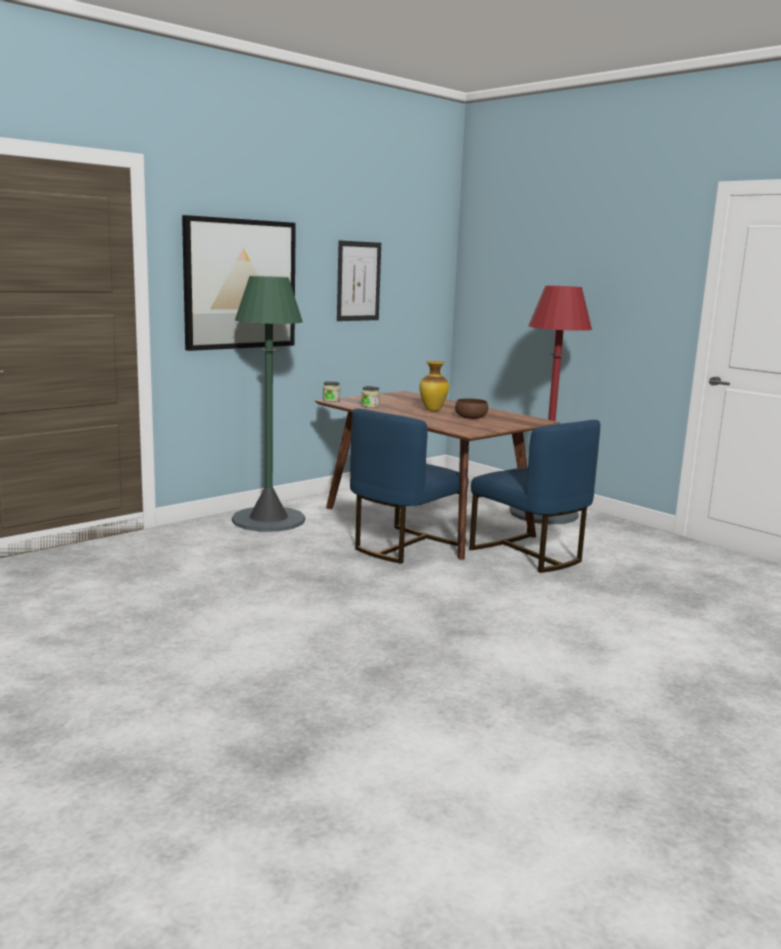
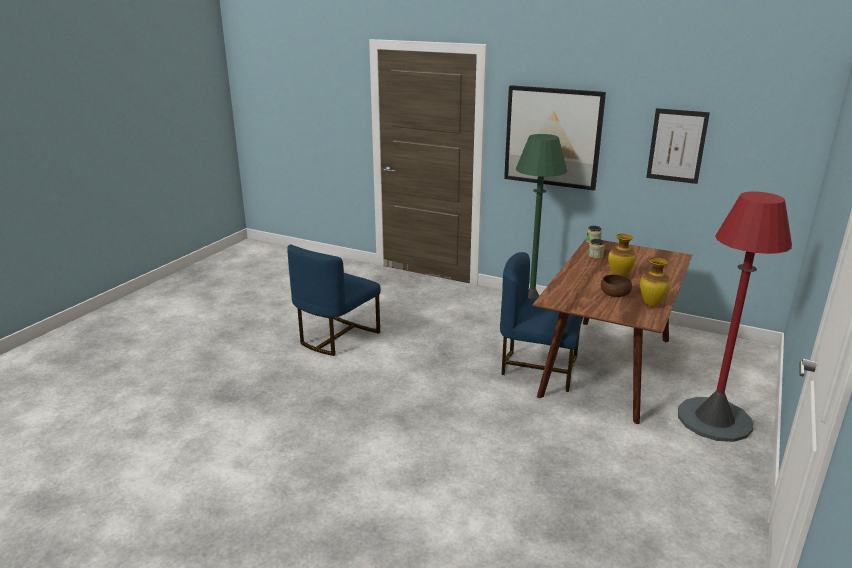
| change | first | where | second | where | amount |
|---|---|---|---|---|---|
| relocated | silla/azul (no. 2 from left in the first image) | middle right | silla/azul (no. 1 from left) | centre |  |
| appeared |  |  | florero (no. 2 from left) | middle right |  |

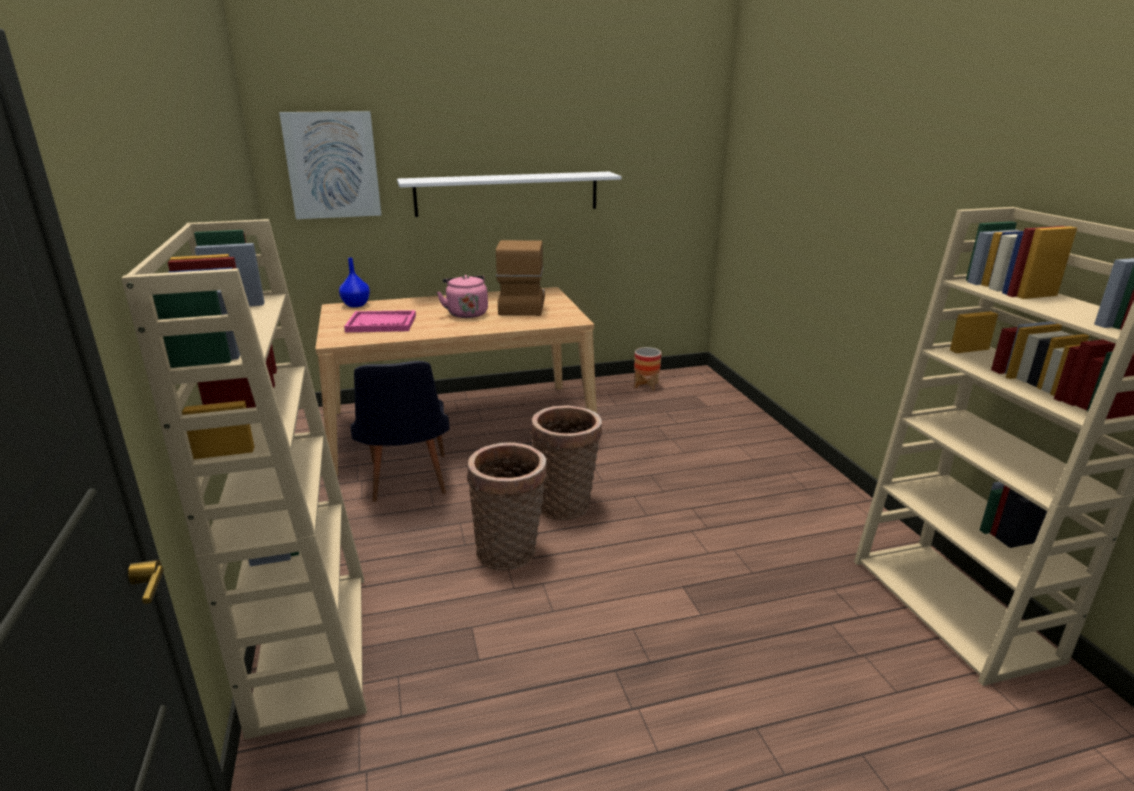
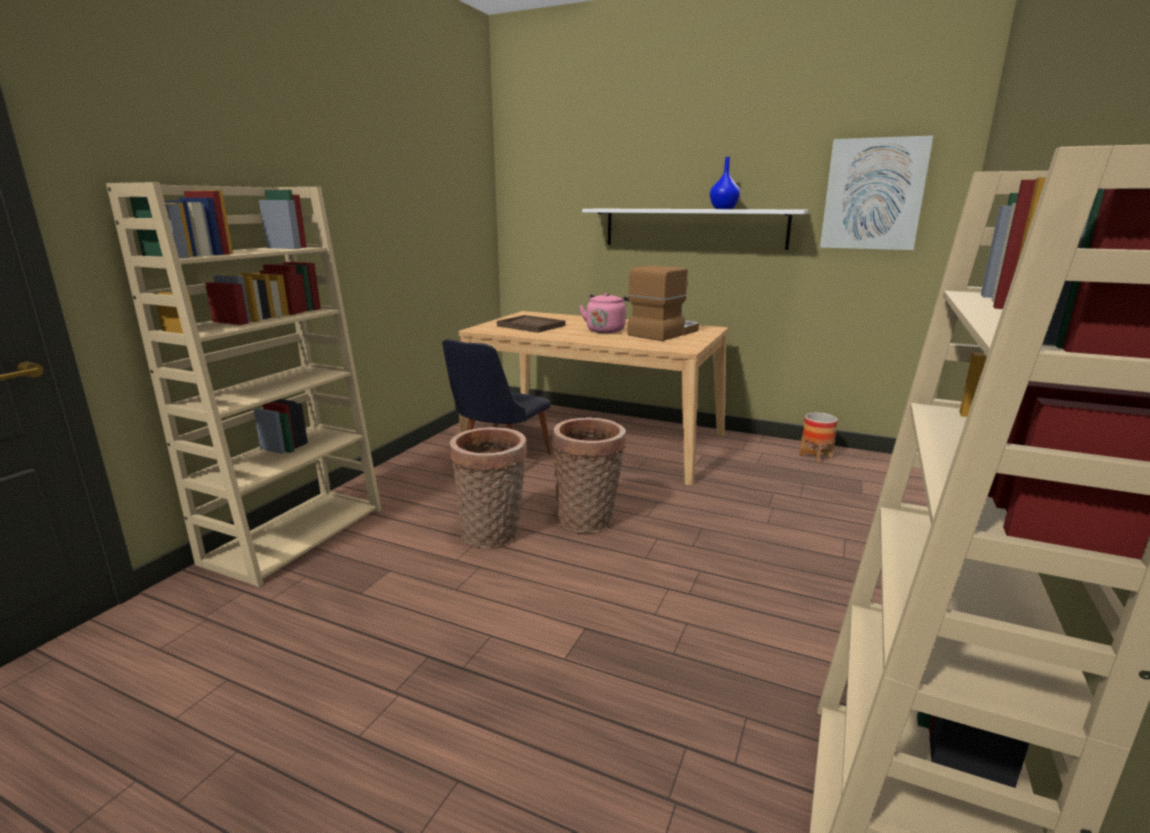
| change | first | where | second | where | amount |
|---|---|---|---|---|---|
| relocated | cuadro | top left |  | top right |  |
| relocated | florero/azul | middle left |  | top centre |  |
| colour | bandeja/rosa | centre | bandeja/marrón | centre |  |

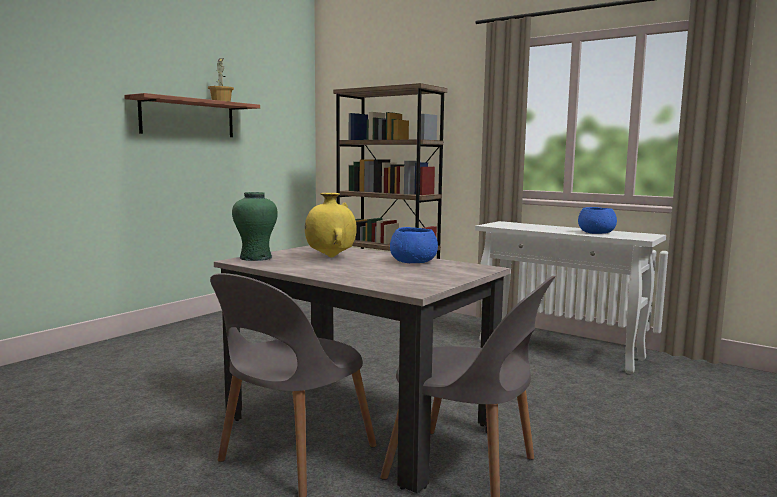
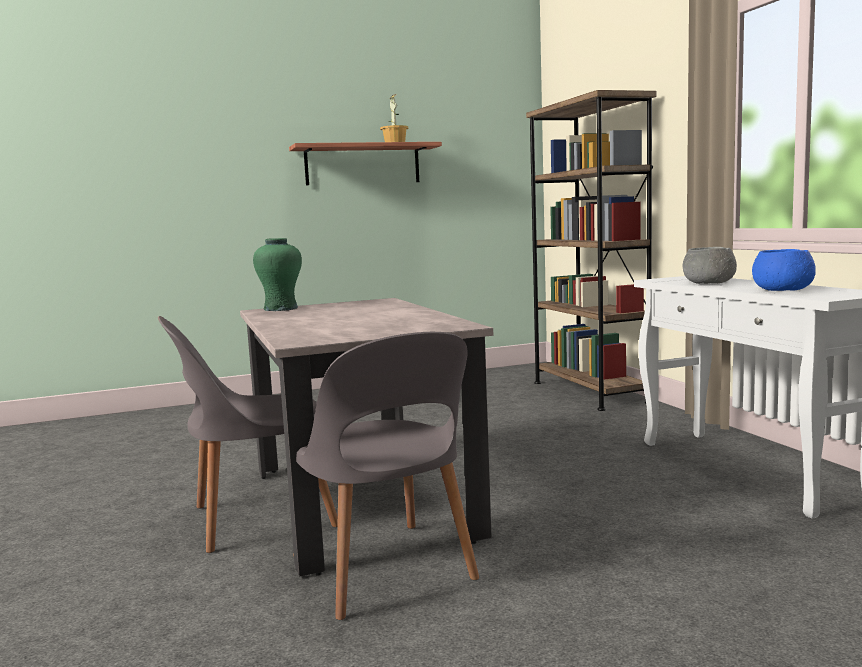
| change | first | where | second | where | amount |
|---|---|---|---|---|---|
| missing | florero/amarillo | centre |  |  |  |
| missing | cuenco/azul (no. 1 from left) | centre |  |  |  |
| appeared |  |  | cuenco/gris | middle right |  |

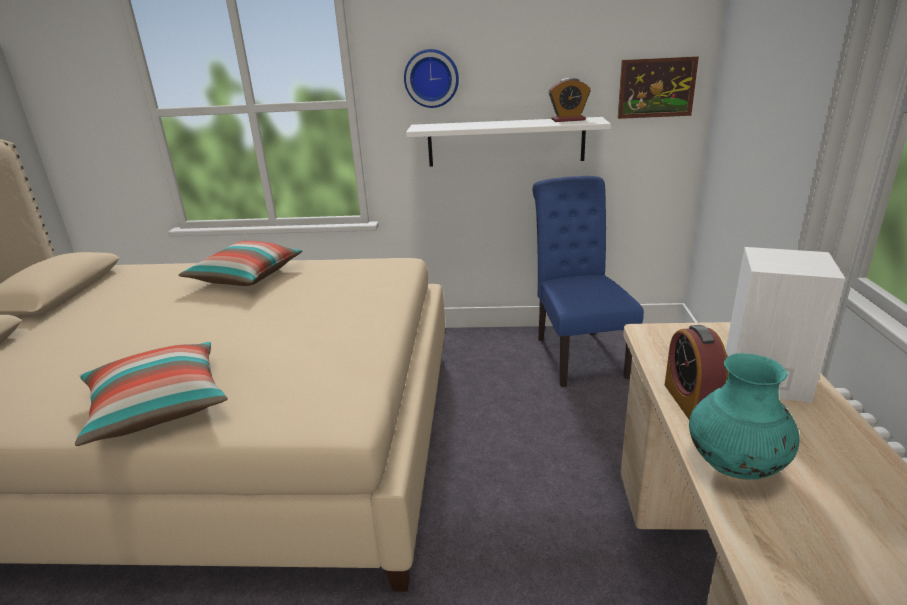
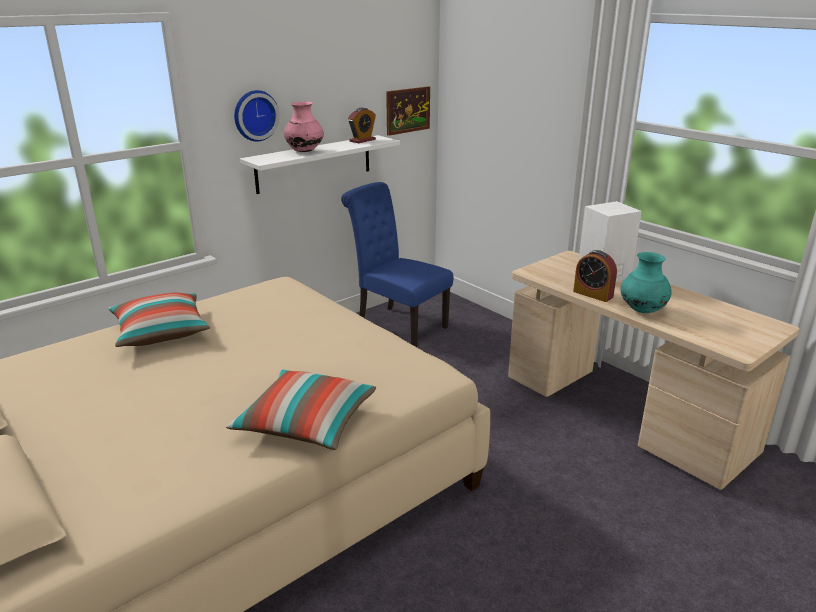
| change | first | where | second | where | amount |
|---|---|---|---|---|---|
| appeared |  |  | florero/rosa | top centre |  |

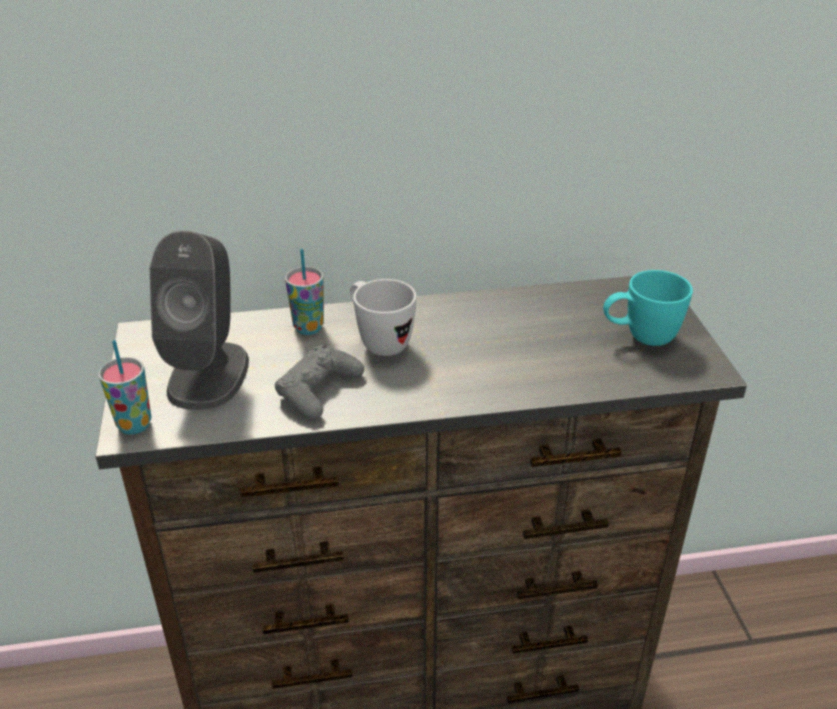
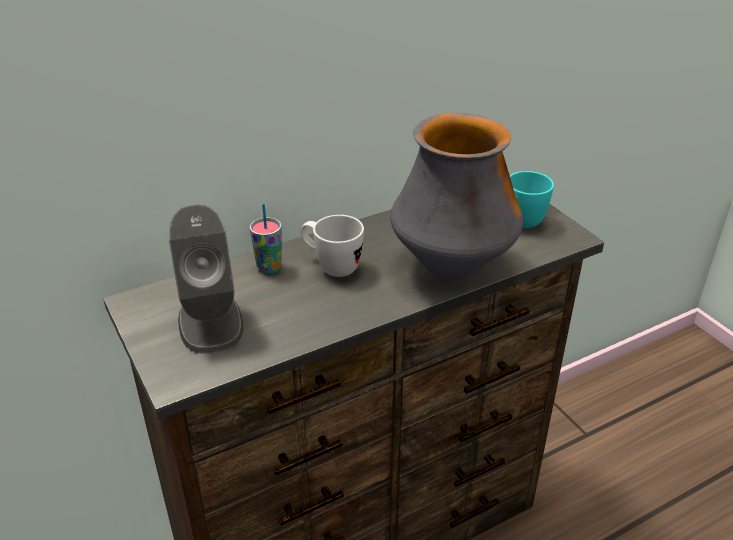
| change | first | where | second | where | amount |
|---|---|---|---|---|---|
| missing | taza (no. 1 from left) | middle left |  |  |  |
| missing | mando de consola/gris | centre |  |  |  |
| appeared |  |  | florero | centre |  |

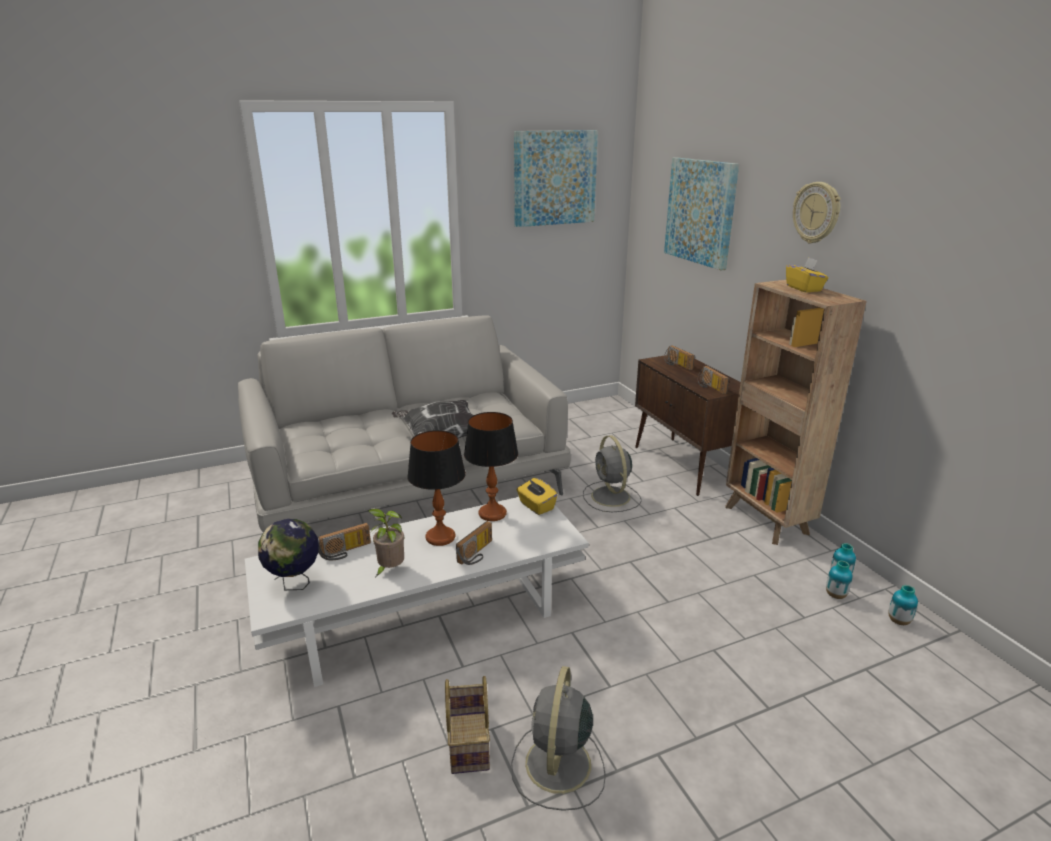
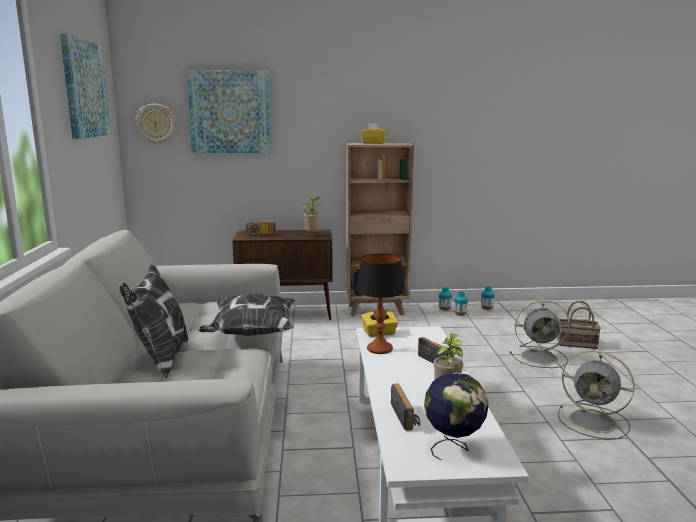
| change | first | where | second | where | amount |
|---|---|---|---|---|---|
| relocated | reloj de pared | top right |  | top left |  |
| exchanged | radio (no. 4 from left) | middle right | planta en maceta (no. 1 from left) | centre |  |
| missing | lámpara de mesa (no. 1 from left) | centre |  |  |  |
| relocated | ventilador/gris (no. 2 from left in the first image) | centre | ventilador/gris (no. 1 from left) | middle right |  |
| relocated | cesta | bottom centre |  | middle right |  |
| appeared |  |  | cojín (no. 1 from left) | middle left |  |

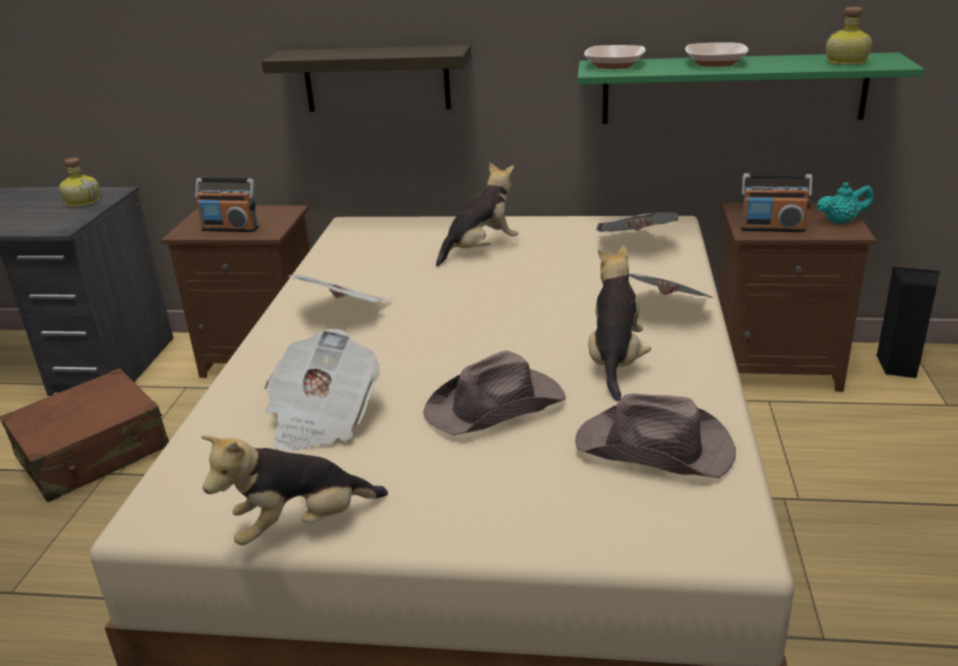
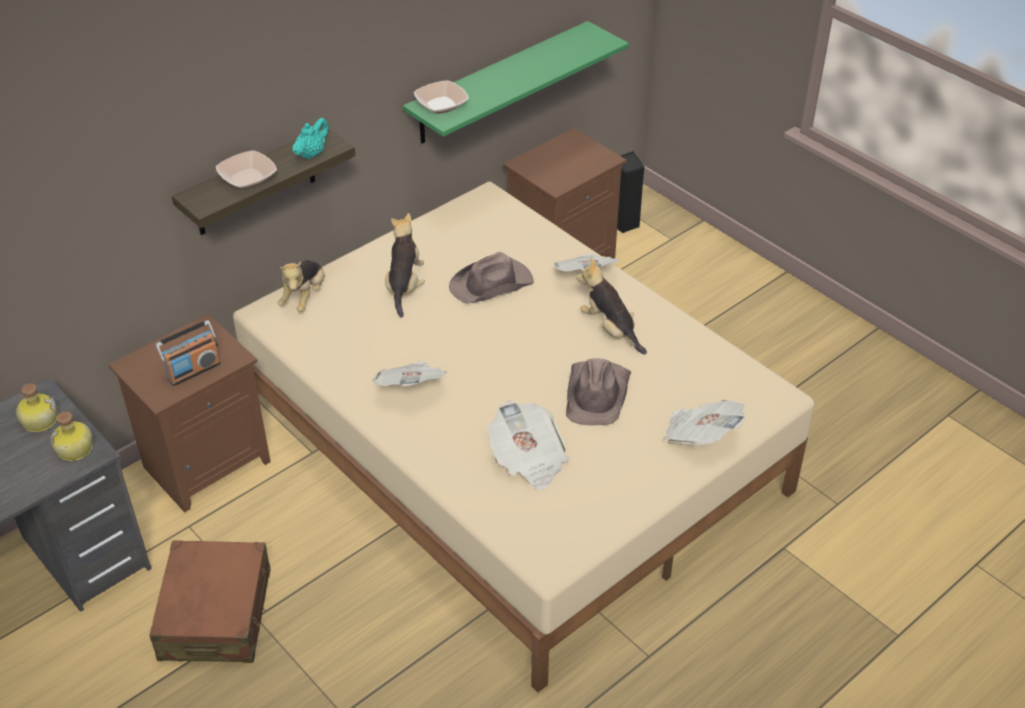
| change | first | where | second | where | amount |
|---|---|---|---|---|---|
| relocated | botella (no. 2 from left) | top right |  | middle left |  |
| relocated | cuenco (no. 2 from left in the first image) | top right | cuenco (no. 1 from left) | top left |  |
| missing | radio (no. 2 from left) | top right |  |  |  |
| relocated | tetera/turquesa | top right |  | top left |  |
| relocated | periódico (no. 3 from left in the first image) | centre | periódico (no. 4 from left) | middle right |  |
| relocated | sombrero/marrón (no. 2 from left in the first image) | middle right | sombrero/marrón (no. 1 from left) | centre |  |
| relocated | peluche (no. 1 from left) | bottom left |  | middle left |  |

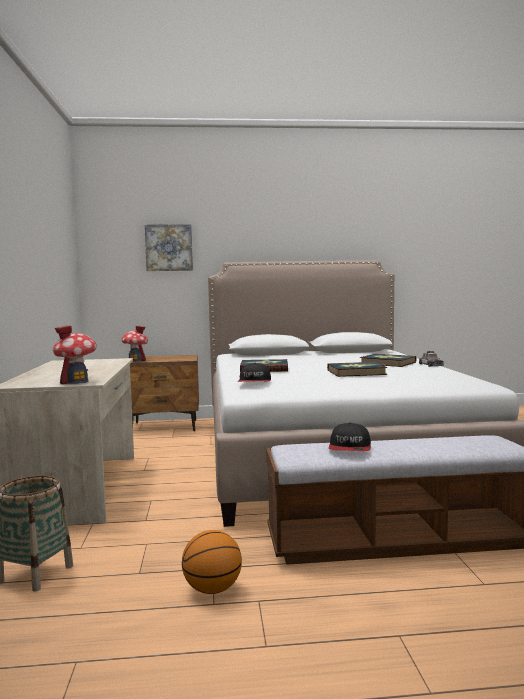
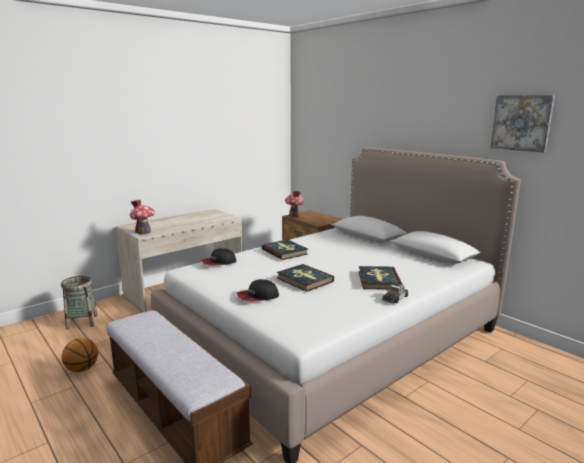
| change | first | where | second | where | amount |
|---|---|---|---|---|---|
| relocated | cuadro | middle left |  | top right |  |
| relocated | gorra (no. 2 from left) | middle right |  | centre |  |

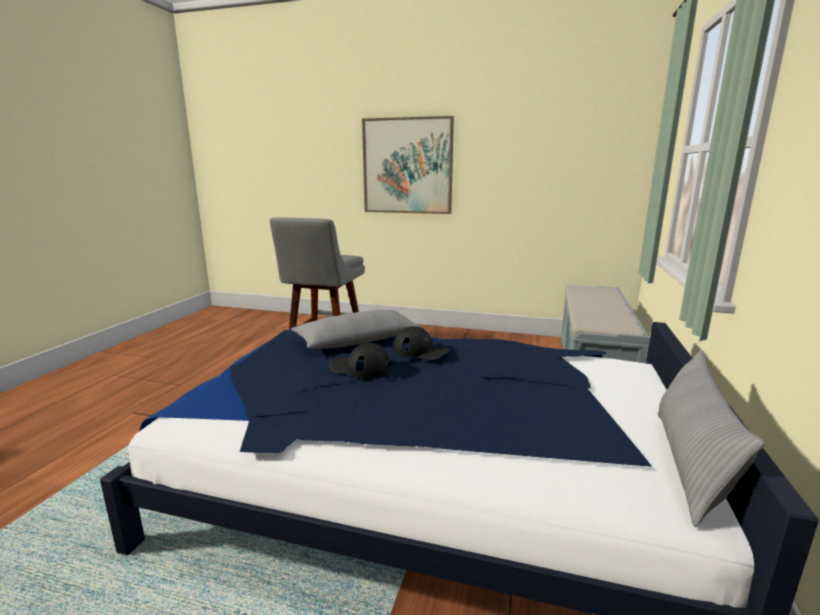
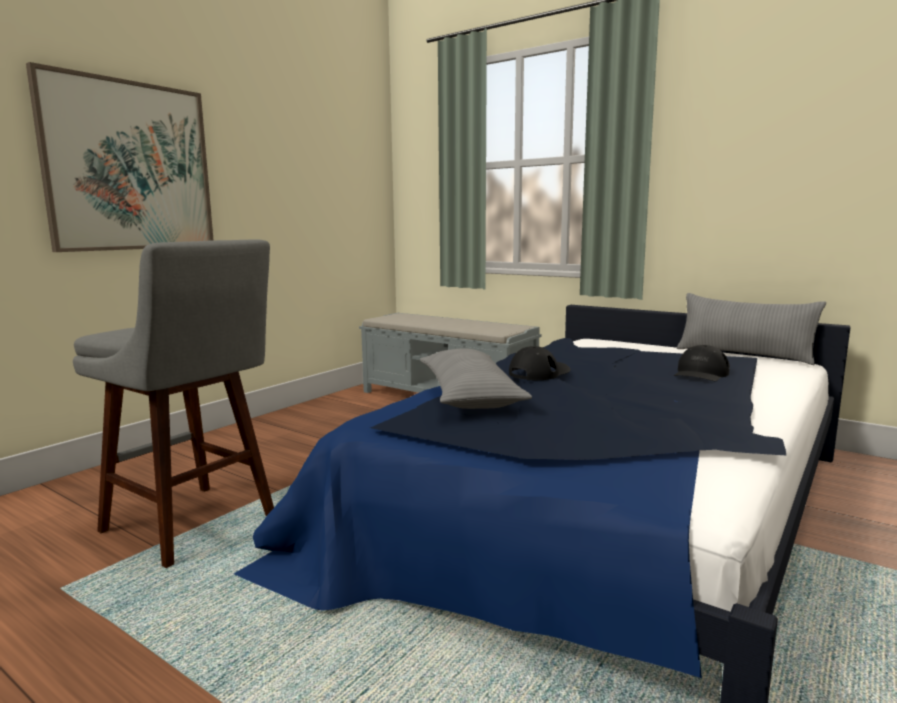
| change | first | where | second | where | amount |
|---|---|---|---|---|---|
| relocated | gorra/negro (no. 1 from left in the first image) | centre | gorra/negro (no. 2 from left) | middle right |  |

